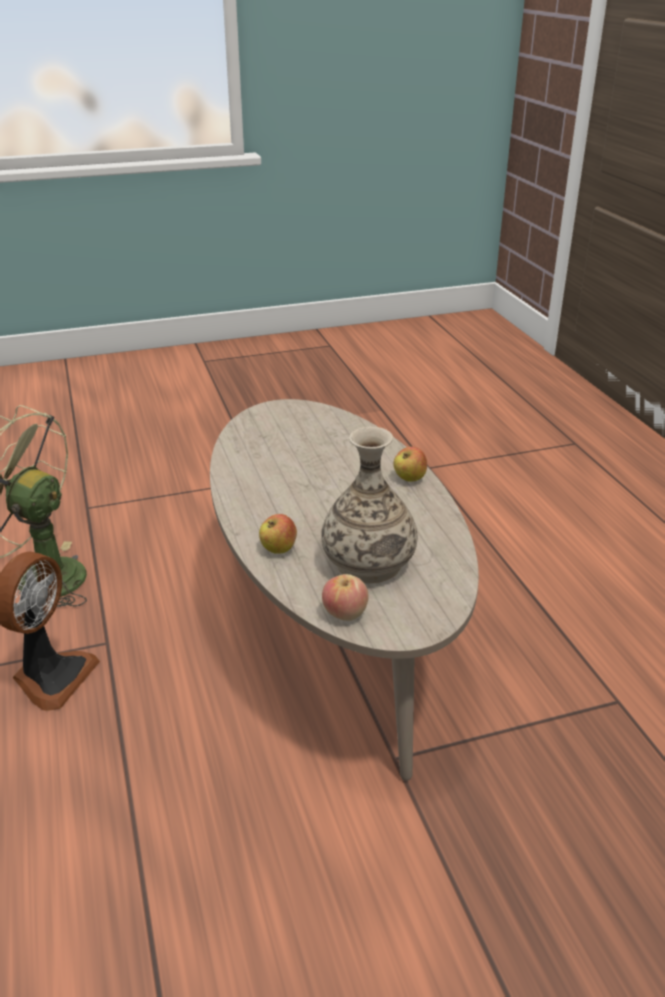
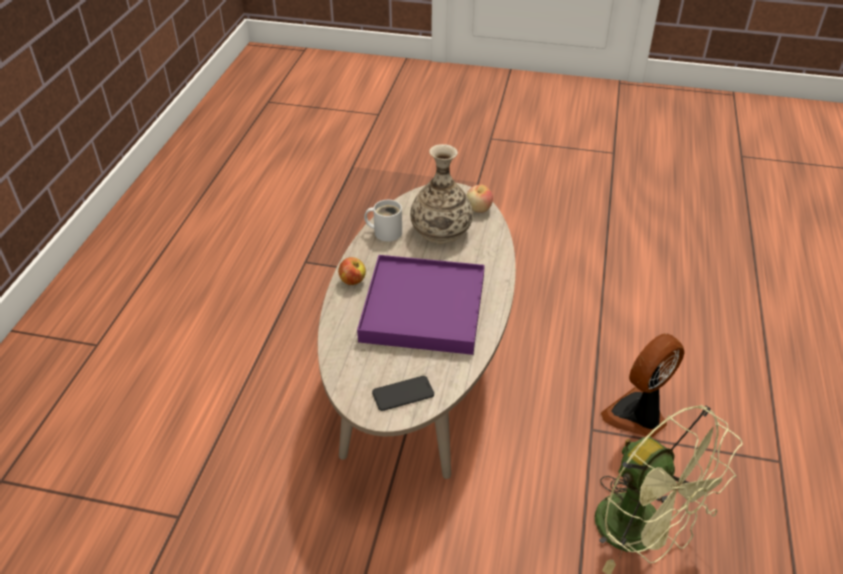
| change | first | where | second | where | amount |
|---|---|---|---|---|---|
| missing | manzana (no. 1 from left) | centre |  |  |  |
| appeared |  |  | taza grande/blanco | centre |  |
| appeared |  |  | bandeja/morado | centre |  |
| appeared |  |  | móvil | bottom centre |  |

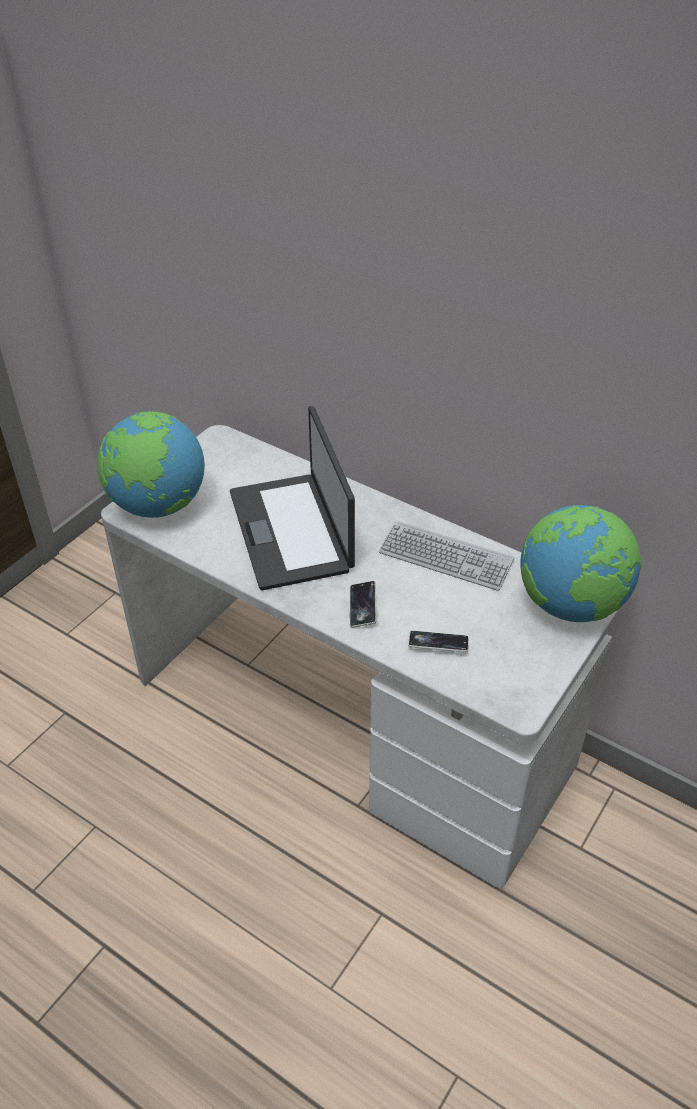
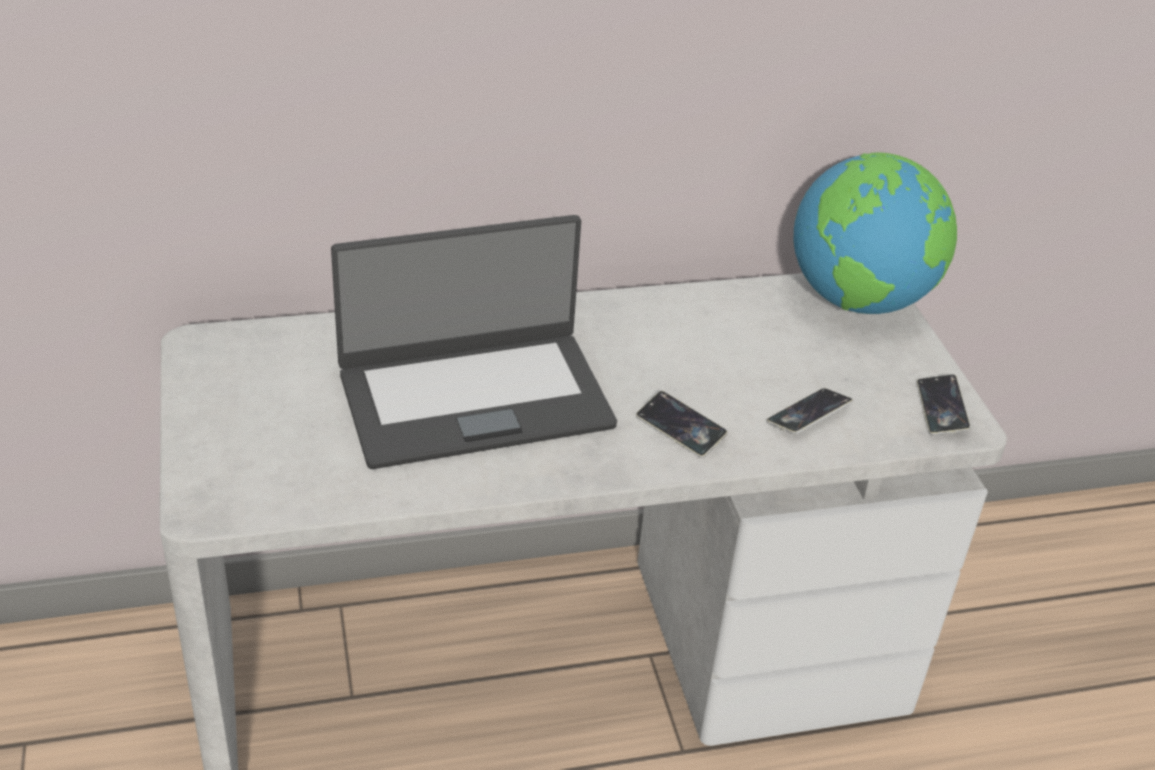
| change | first | where | second | where | amount |
|---|---|---|---|---|---|
| spun | portátil | centre |  | centre | 45 degrees counterclockwise |
| missing | globo terráqueo (no. 1 from left) | middle left |  |  |  |
| missing | teclado | centre |  |  |  |
| appeared |  |  | móvil (no. 3 from left) | middle right |  |

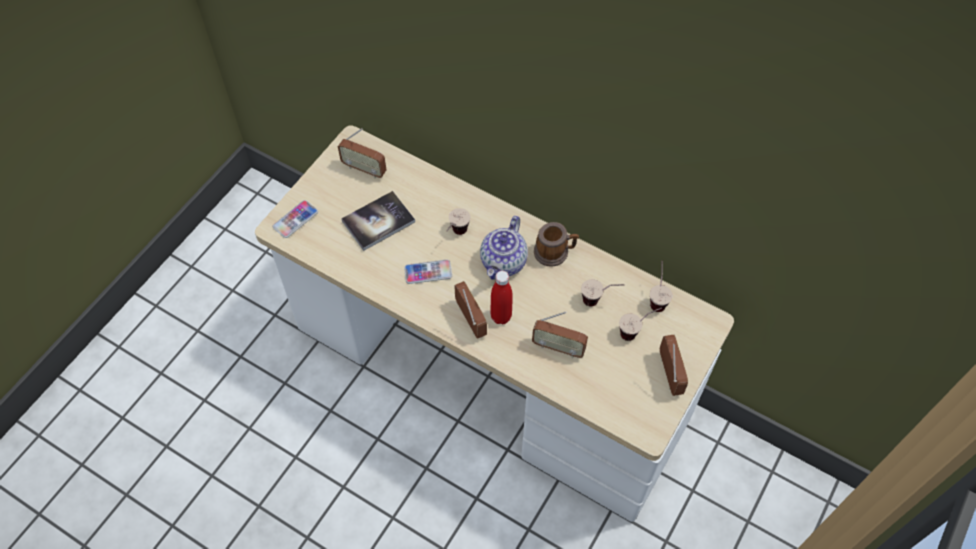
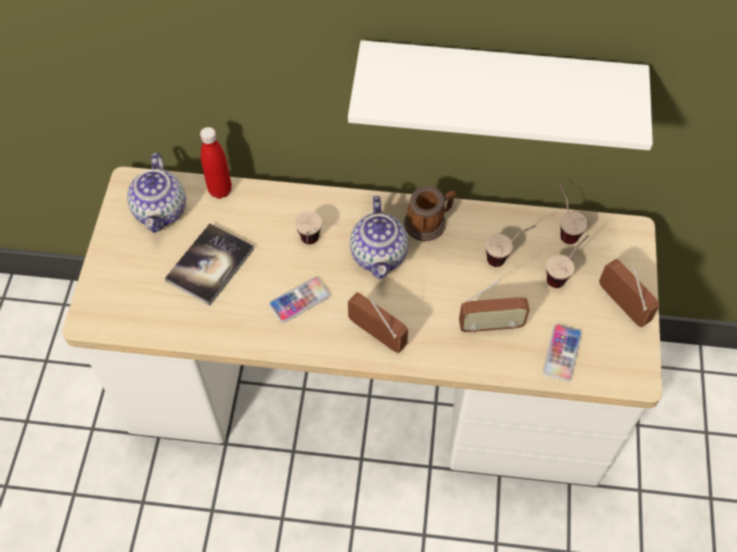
| change | first | where | second | where | amount |
|---|---|---|---|---|---|
| exchanged | radio (no. 1 from left) | top centre | tetera (no. 1 from left) | middle left |  |
| relocated | móvil (no. 1 from left in the first image) | middle left | móvil (no. 2 from left) | middle right |  |
| relocated | botella/rojo | centre |  | top left |  |
| appeared |  |  | estante/blanco | top right |  |

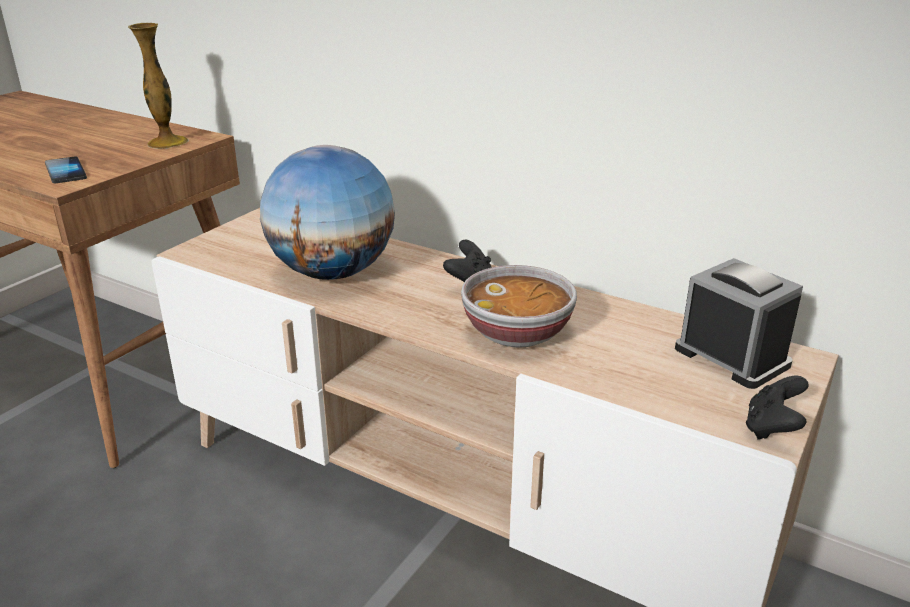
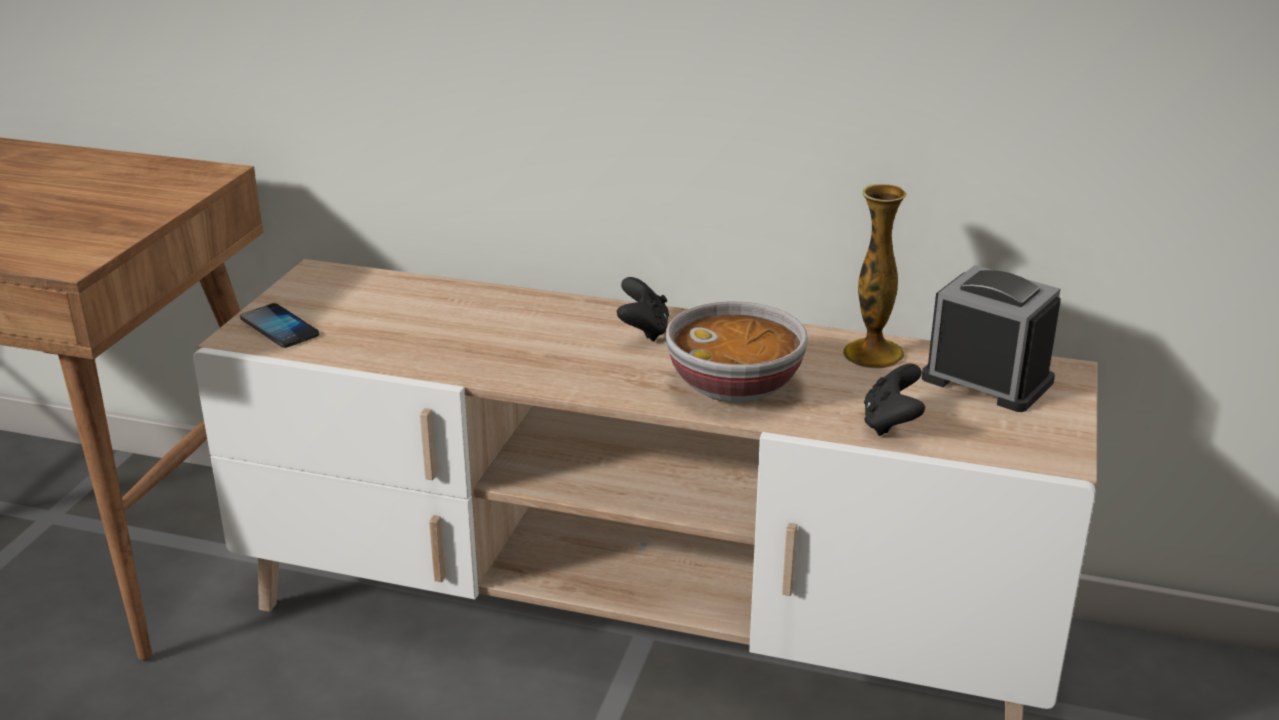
| change | first | where | second | where | amount |
|---|---|---|---|---|---|
| relocated | florero | top left |  | middle right |  |
| missing | globo terráqueo | centre |  |  |  |
| relocated | móvil | top left |  | middle left |  |
| relocated | mando de consola/negro (no. 2 from left) | bottom right |  | middle right |  |

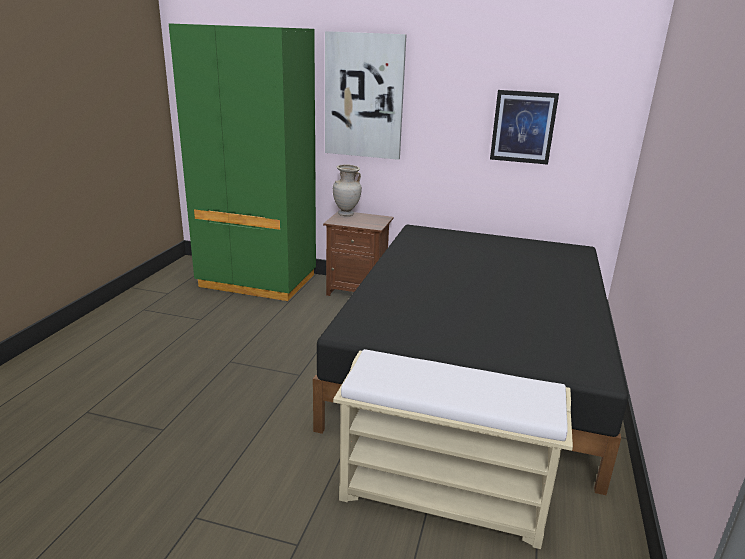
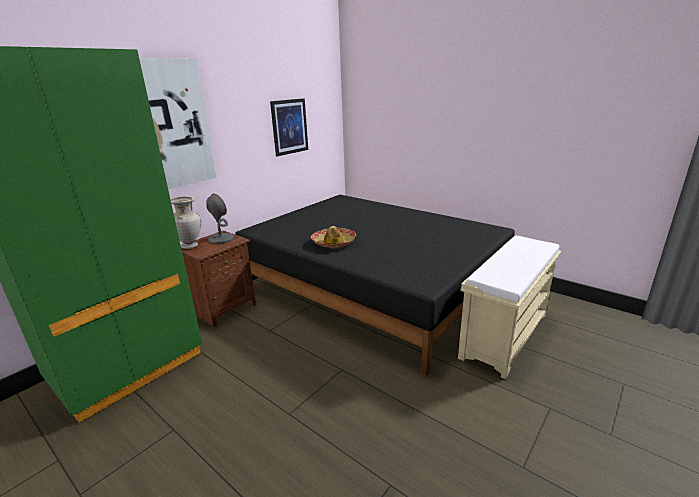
| change | first | where | second | where | amount |
|---|---|---|---|---|---|
| appeared |  |  | lámpara de mesa/gris | middle left |  |
| appeared |  |  | sombrero | centre |  |

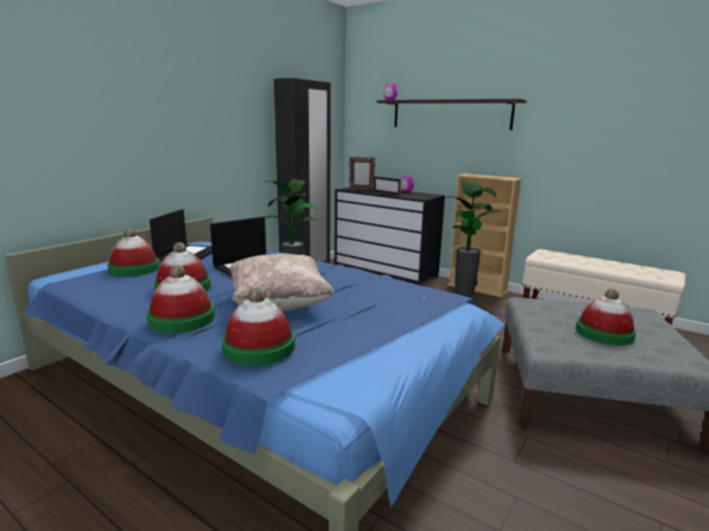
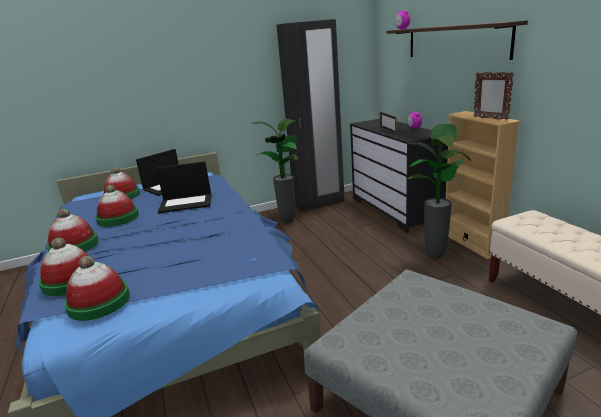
| change | first | where | second | where | amount |
|---|---|---|---|---|---|
| relocated | portarretratos (no. 1 from left in the first image) | top centre | portarretratos (no. 2 from left) | top right |  |
| missing | cojín/beis | centre |  |  |  |
| relocated | sombrero (no. 5 from left in the first image) | middle right | sombrero (no. 3 from left) | bottom left |  |

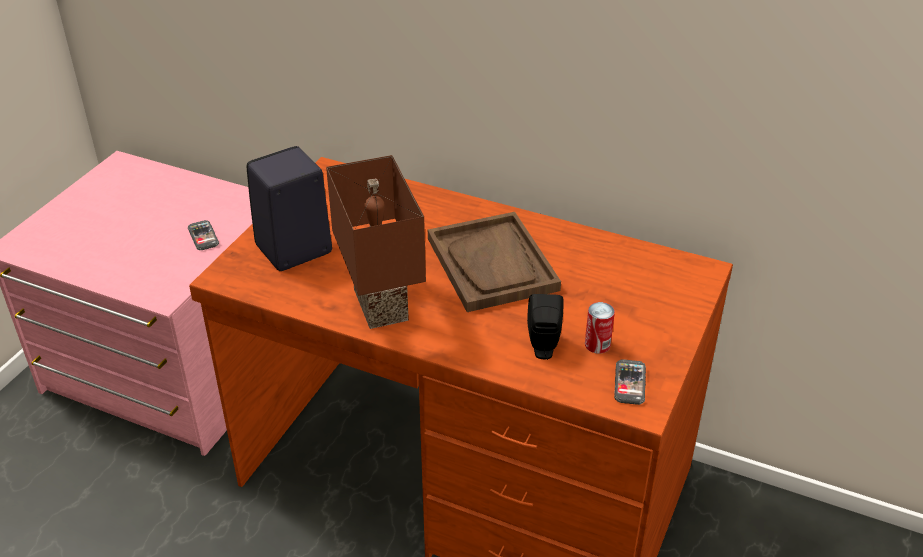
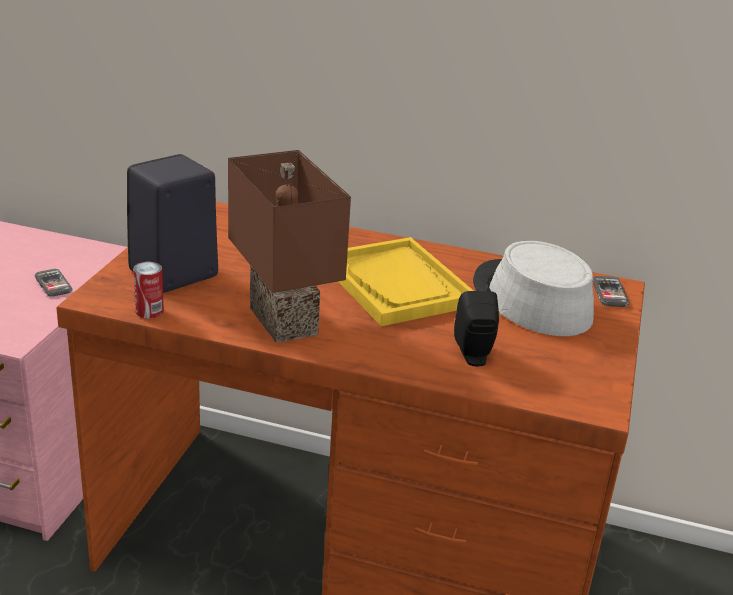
| change | first | where | second | where | amount |
|---|---|---|---|---|---|
| colour | bandeja/marrón | centre | bandeja/amarillo | centre |  |
| relocated | lata | centre |  | middle left |  |
| relocated | móvil (no. 2 from left) | bottom right |  | middle right |  |
| appeared |  |  | sombrero/gris | middle right |  |

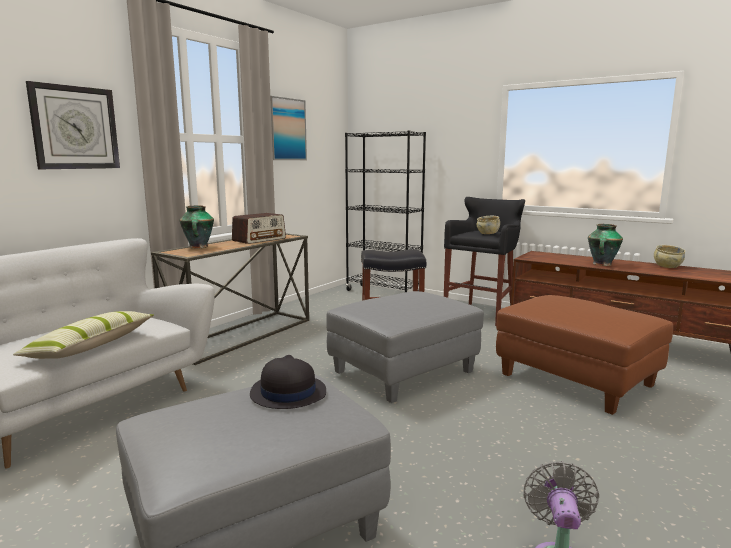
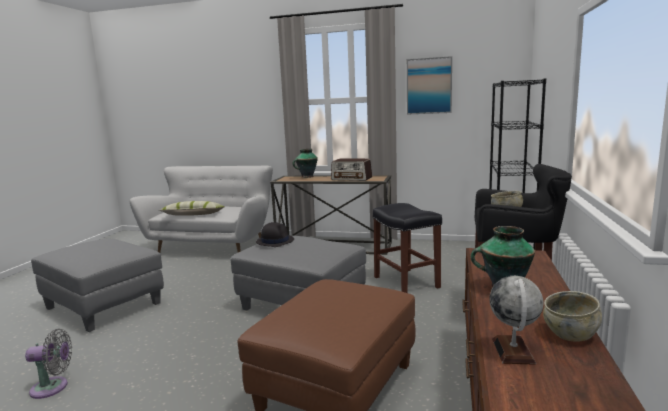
| change | first | where | second | where | amount |
|---|---|---|---|---|---|
| missing | reloj de pared | top left |  |  |  |
| relocated | sombrero/negro | bottom centre |  | centre |  |
| appeared |  |  | globo terráqueo | bottom right |  |

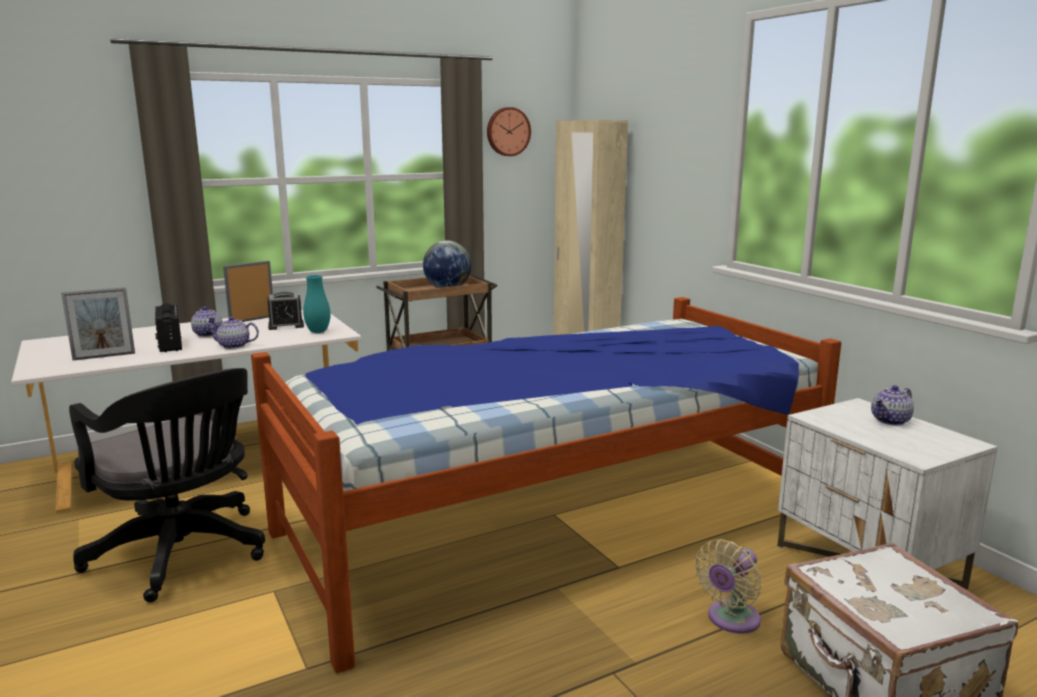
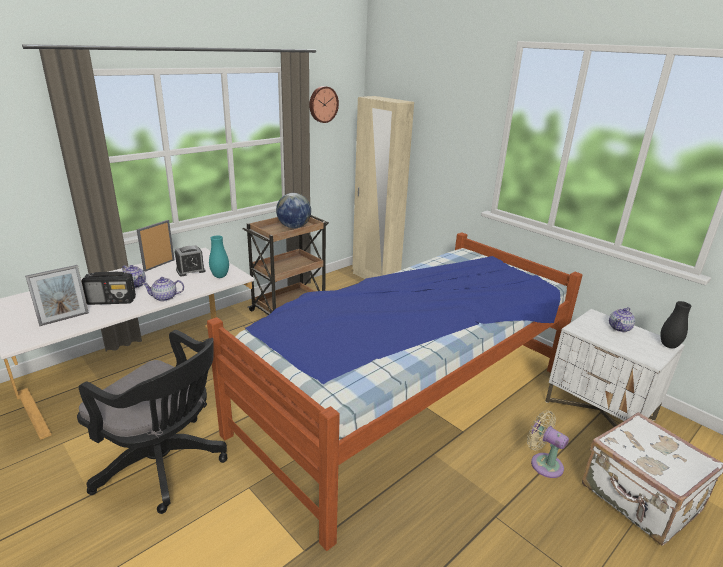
| change | first | where | second | where | amount |
|---|---|---|---|---|---|
| spun | radio | middle left |  | middle left | 60 degrees counterclockwise |
| spun | ventilador/beis | bottom right |  | bottom right | 105 degrees clockwise |
| appeared |  |  | florero/negro | middle right |  |

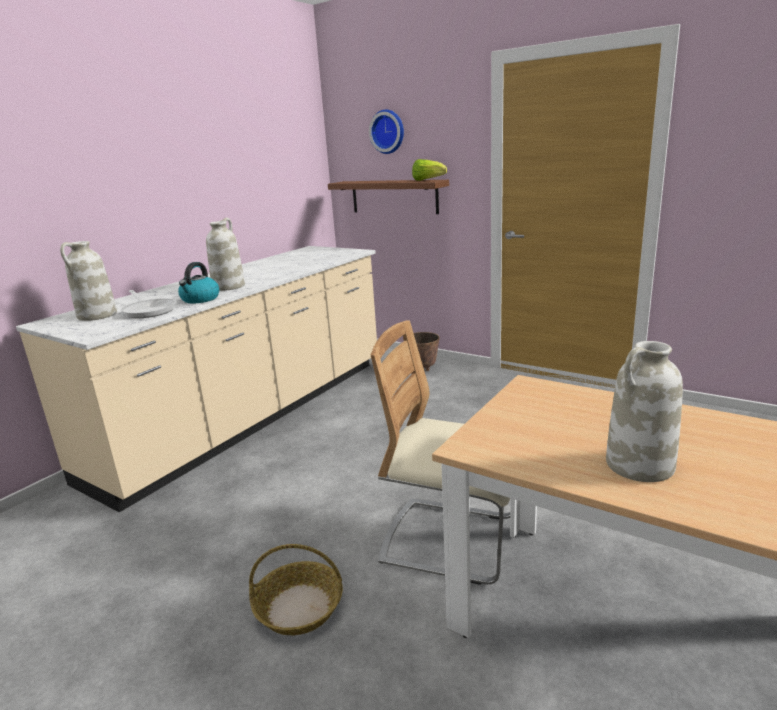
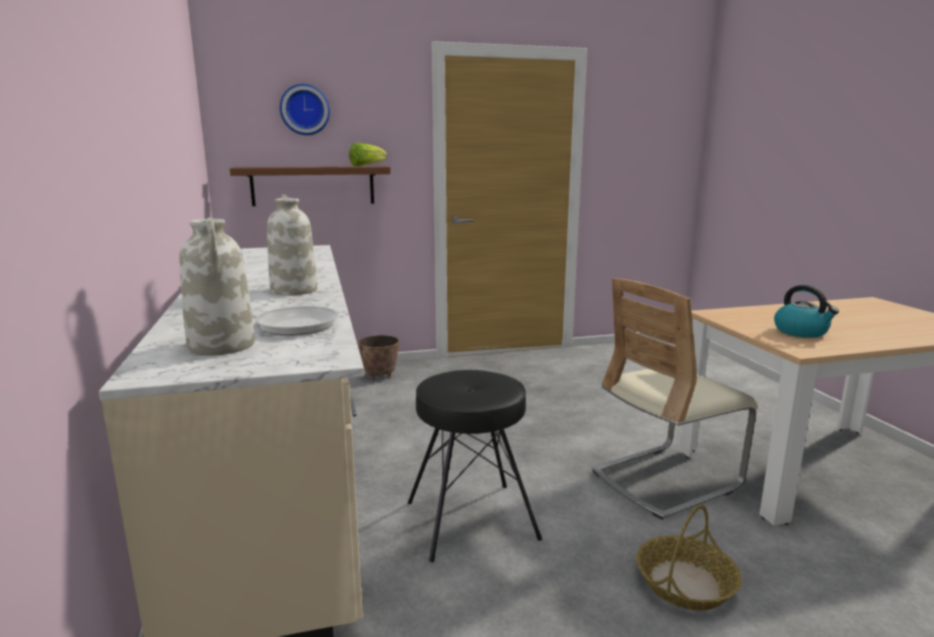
| change | first | where | second | where | amount |
|---|---|---|---|---|---|
| relocated | hervidor | middle left |  | middle right |  |
| missing | florero/blanco (no. 3 from left) | middle right |  |  |  |
| appeared |  |  | taburete/negro | bottom centre |  |

